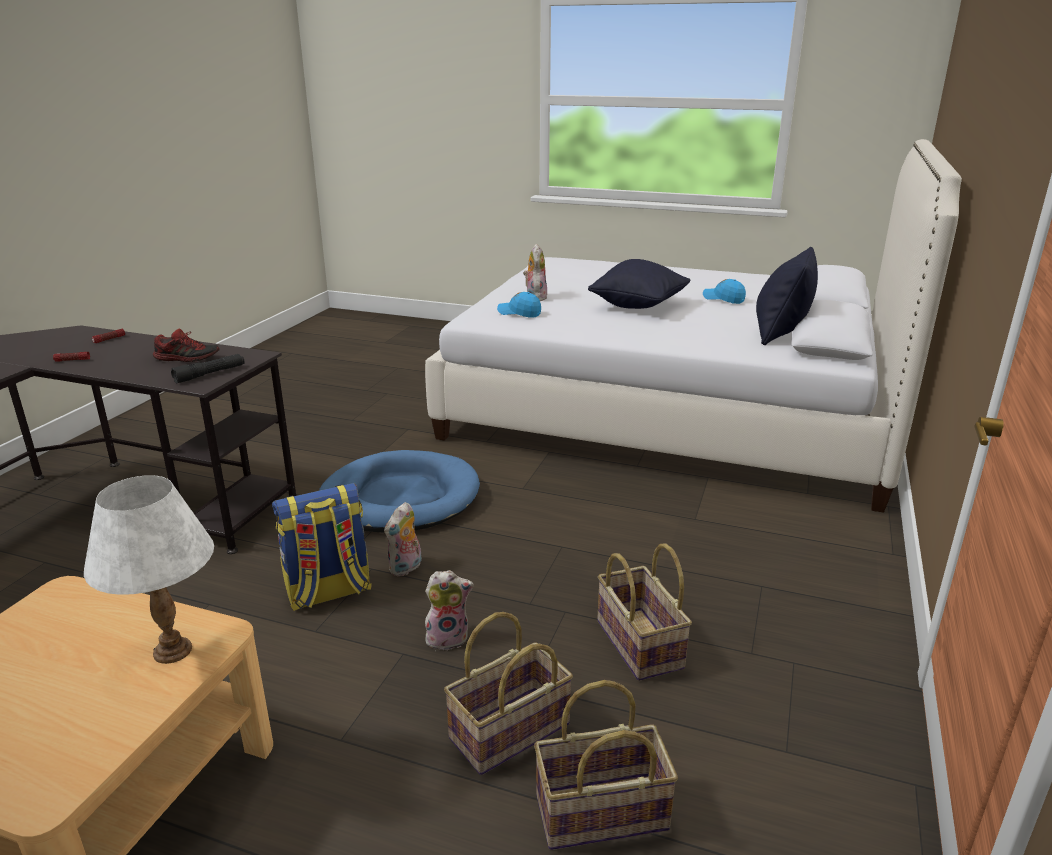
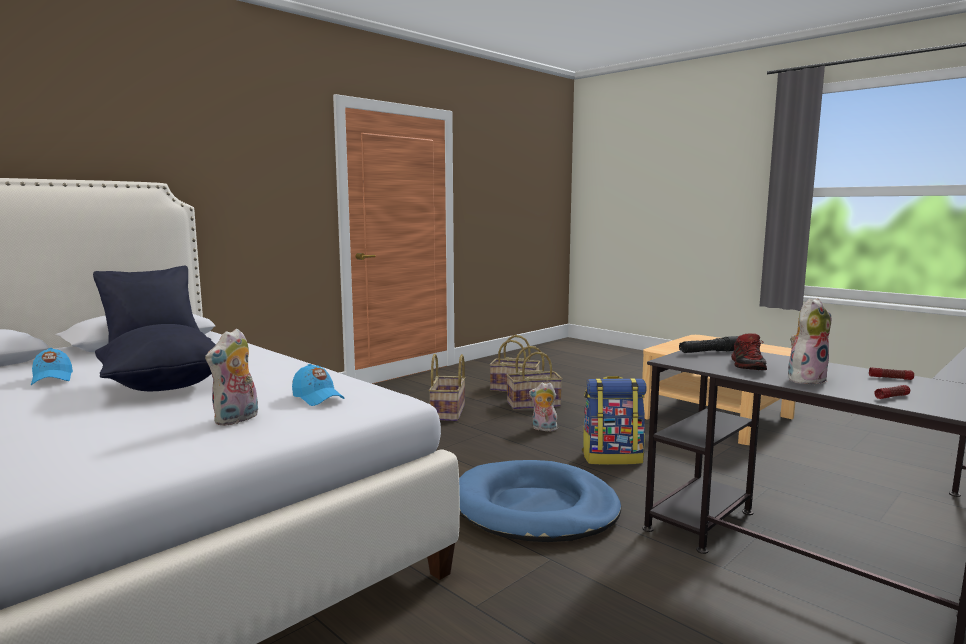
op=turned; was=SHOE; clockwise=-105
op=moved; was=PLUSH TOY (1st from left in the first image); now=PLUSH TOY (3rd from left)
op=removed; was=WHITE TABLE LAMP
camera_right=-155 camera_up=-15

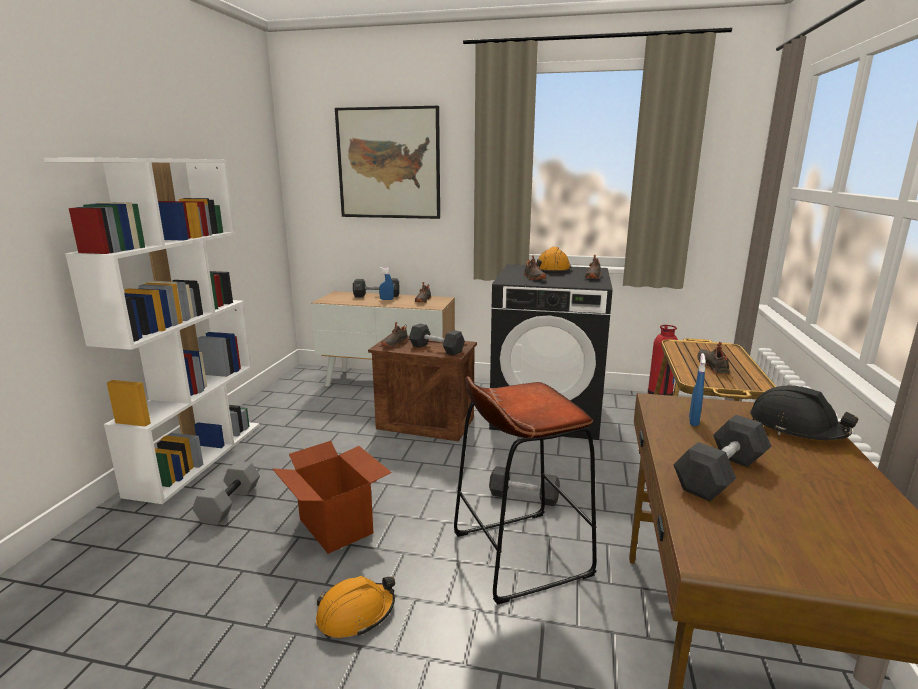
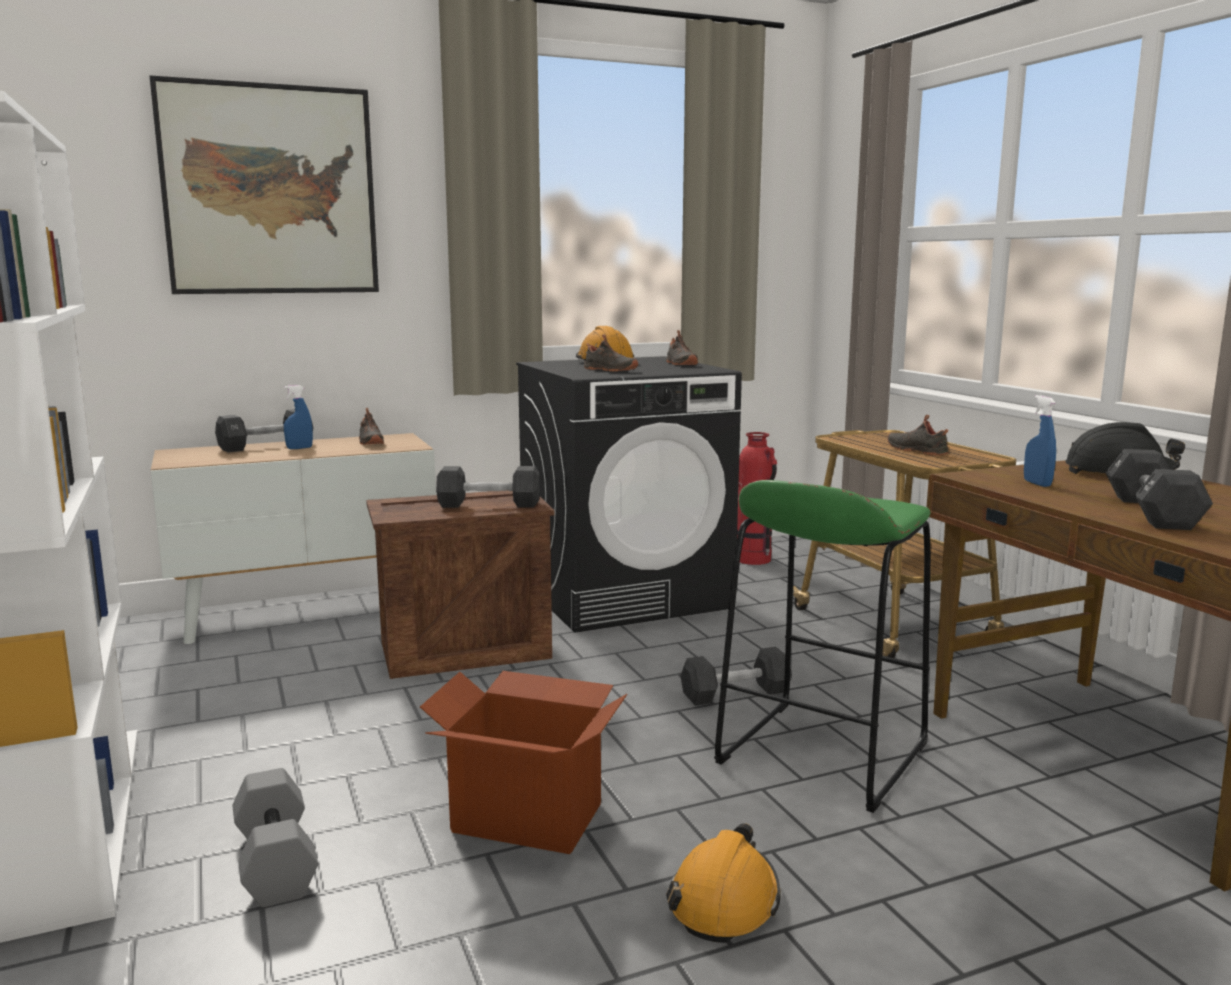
op=recoloured; was=BROWN STOOL; now=GREEN STOOL
op=removed; was=BLACK SHOE (1st from left)
camera_right=-35 camera_up=-5

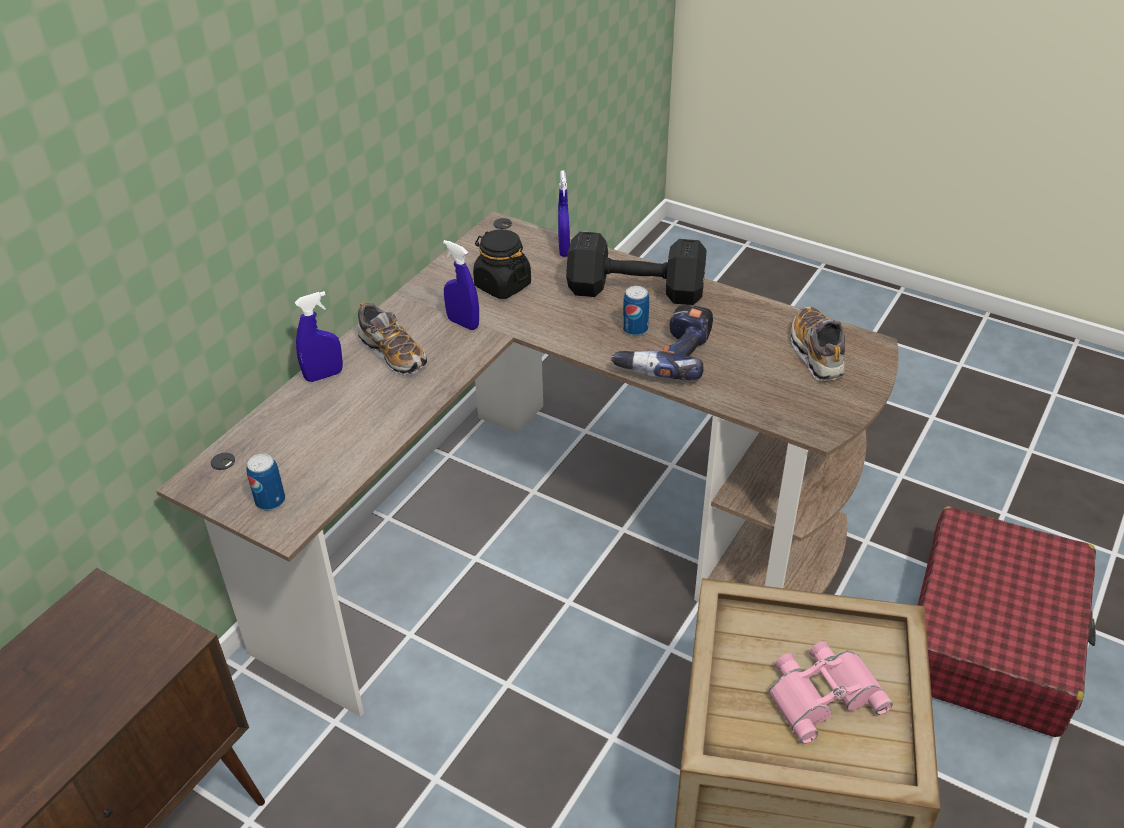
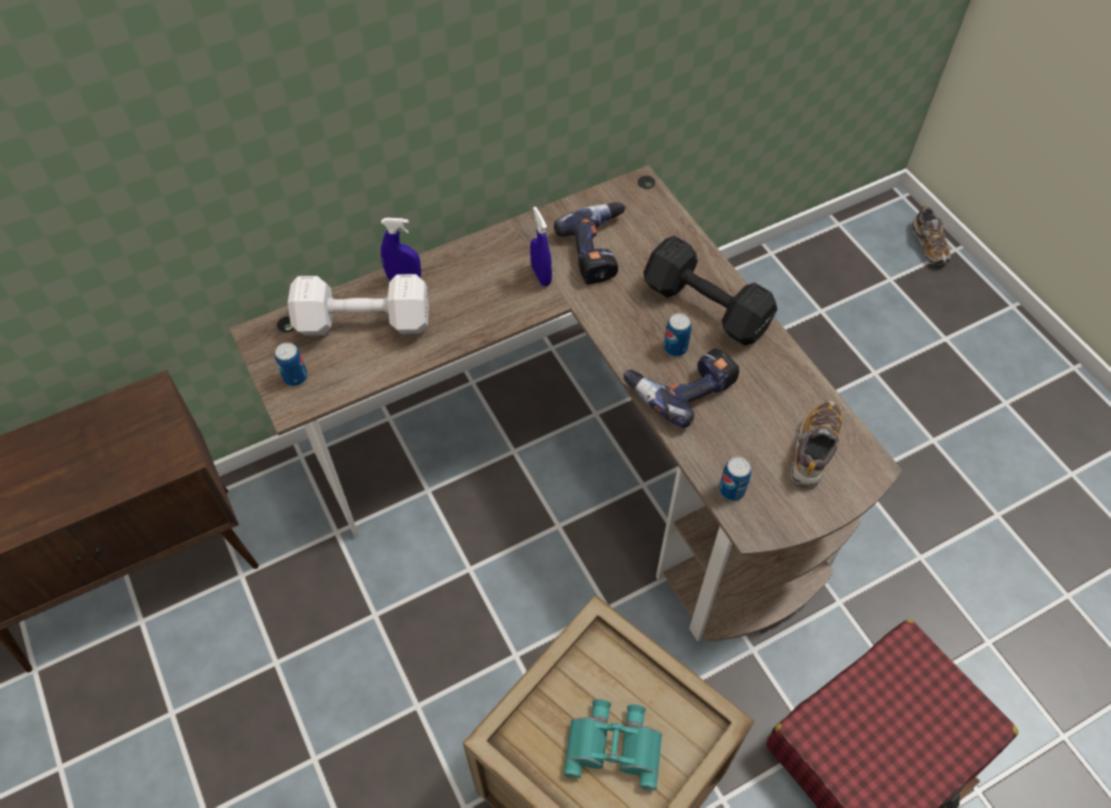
op=added; now=WHITE DUMBBELL
op=replaced; was=BLACK JAR; now=POWER DRILL (1st from left)
op=recoloured; was=PINK BINOCULARS; now=TURQUOISE BINOCULARS
op=added; now=CAN (3rd from left)
op=moved; was=SHOE (1st from left in the first image); now=SHOE (2nd from left)
op=removed; was=BLUE SPRAY BOTTLE (3rd from left)
camera_right=30 camera_up=15

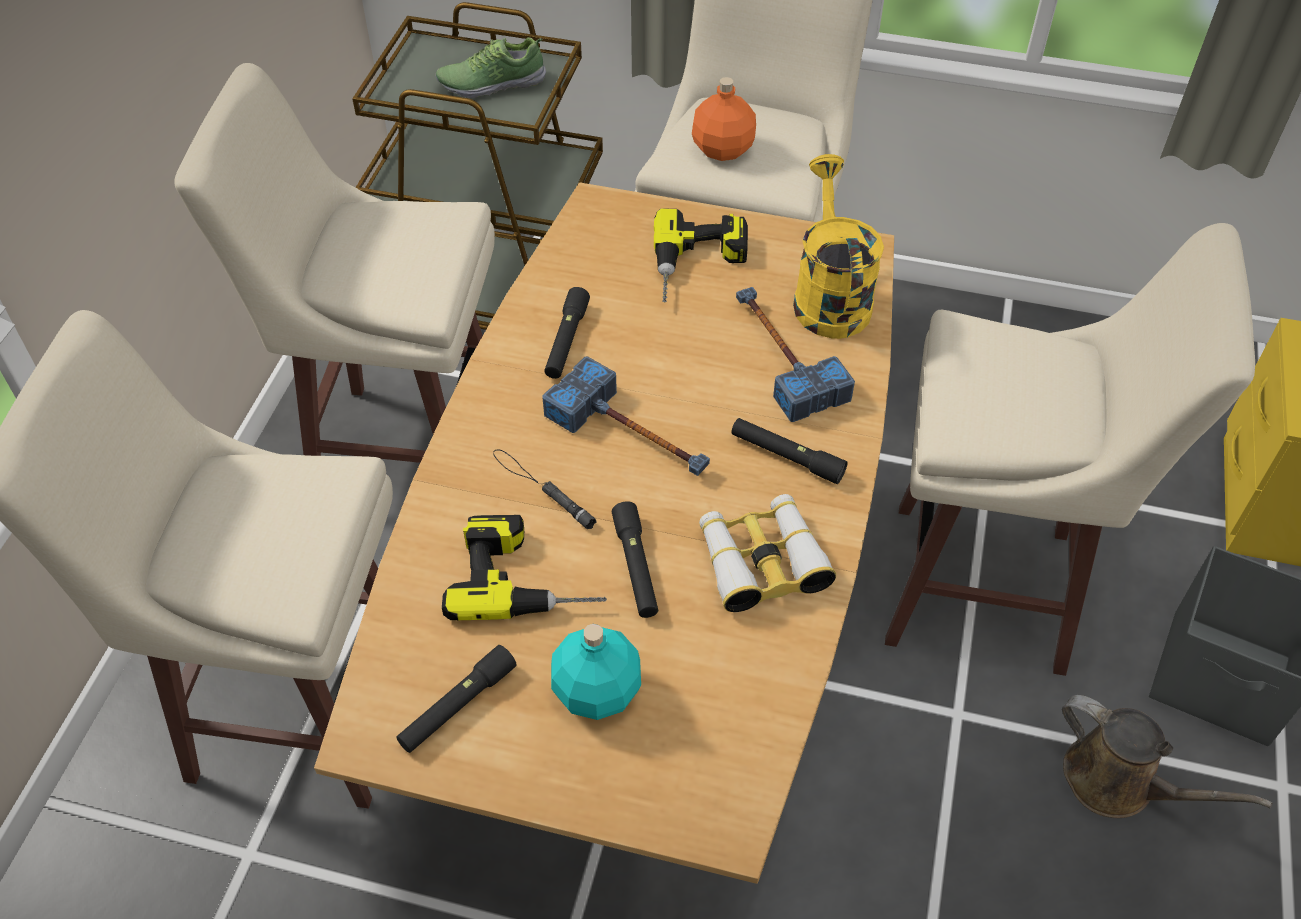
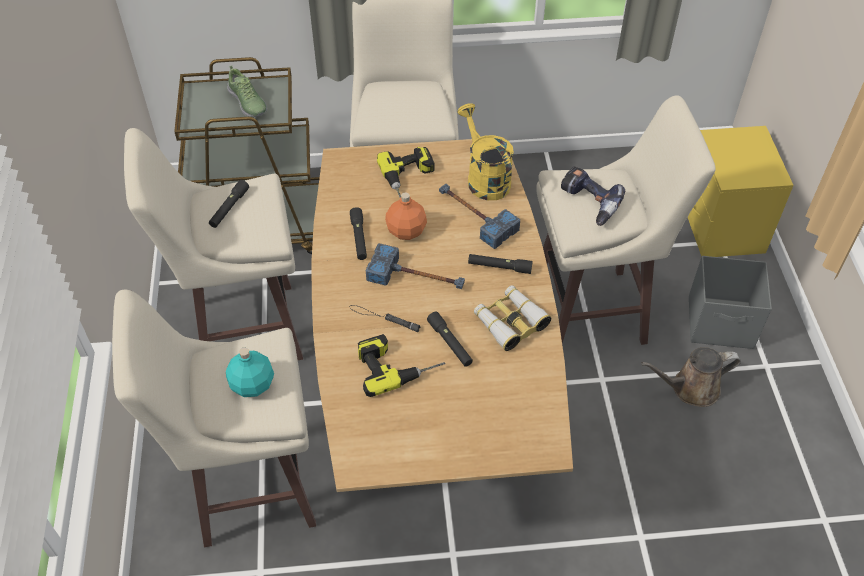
op=moved; was=BLACK FLASHLIGHT (1st from left)
op=moved; was=TURQUOISE BOTTLE
op=turned; was=SHOE; clockwise=-90
op=moved; was=ORANGE BOTTLE
op=added; now=POWER DRILL (3rd from left)
op=turned; was=BROWN WATERING CAN; clockwise=150
camera_right=-20 camera_up=0

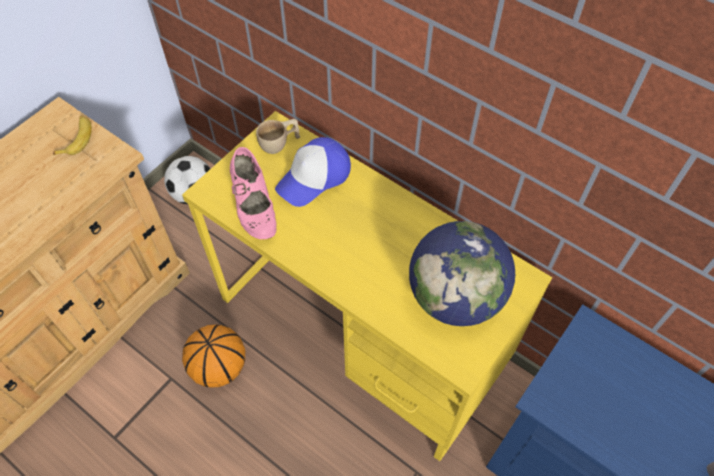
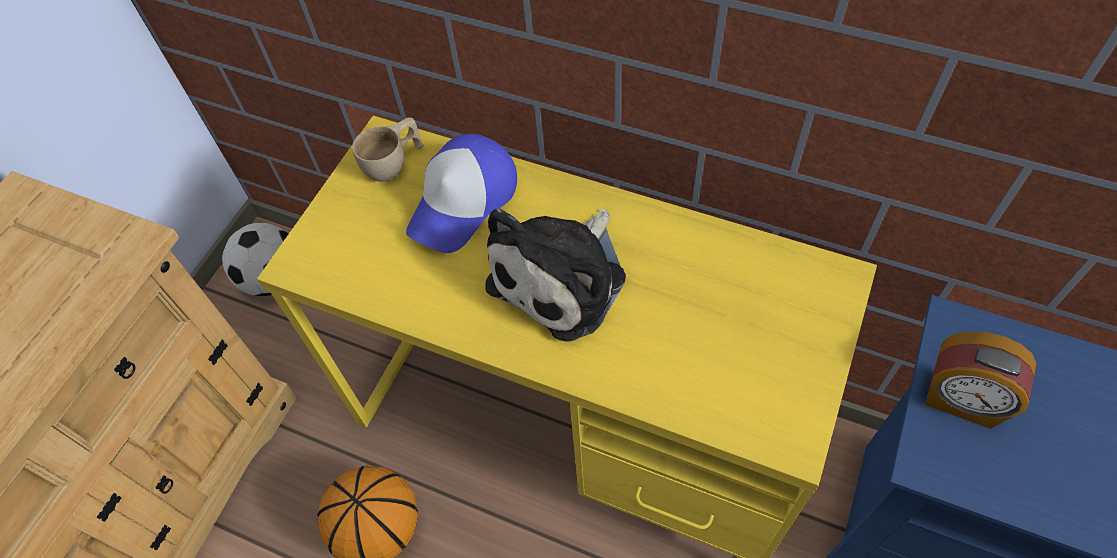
op=added; now=PLUSH TOY
op=added; now=ALARM CLOCK
op=removed; was=BANANA
op=removed; was=PINK SHOE
op=removed; was=GLOBE
camera_right=-10 camera_up=0

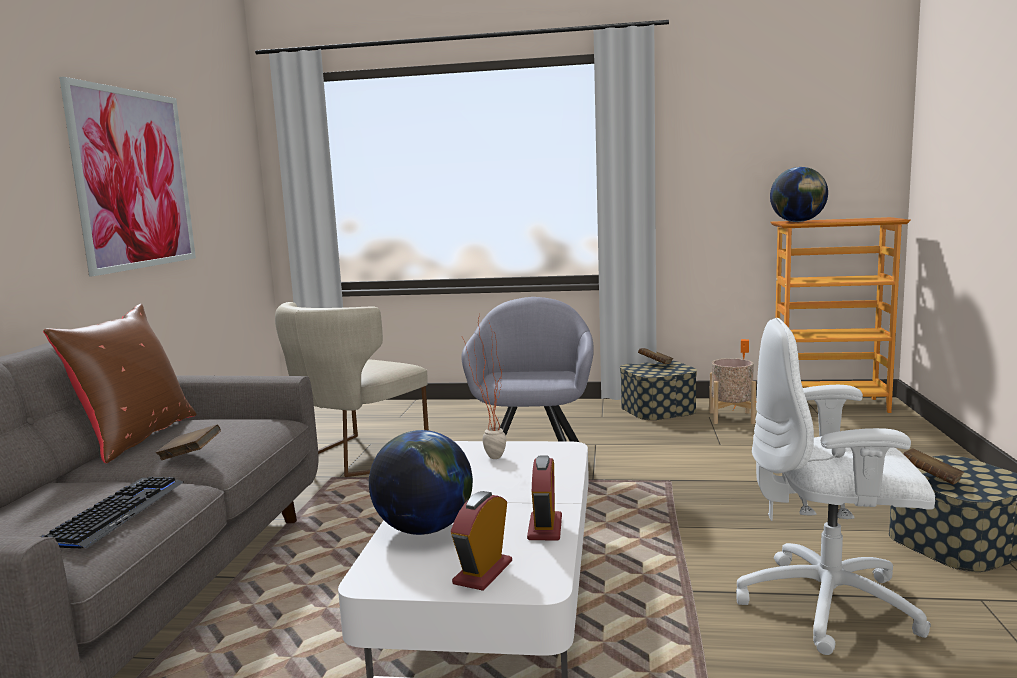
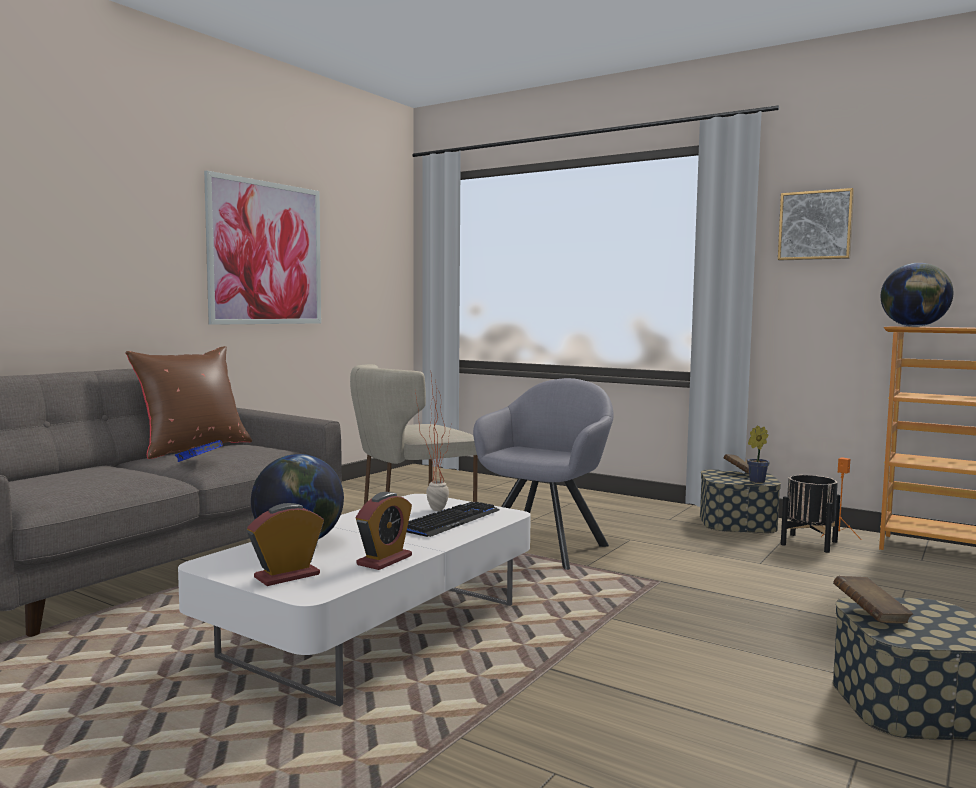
op=recoloured; was=BROWN BOOK (1st from left); now=BLUE BOOK
op=moved; was=KEYBOARD
op=added; now=POTTED PLANT (2nd from left)
op=added; now=PICTURE (2nd from left)
op=recoloured; was=BEIGE PLANTER; now=BLACK PLANTER
op=removed; was=WHITE OFFICE CHAIR
camera_right=25 camera_up=-5

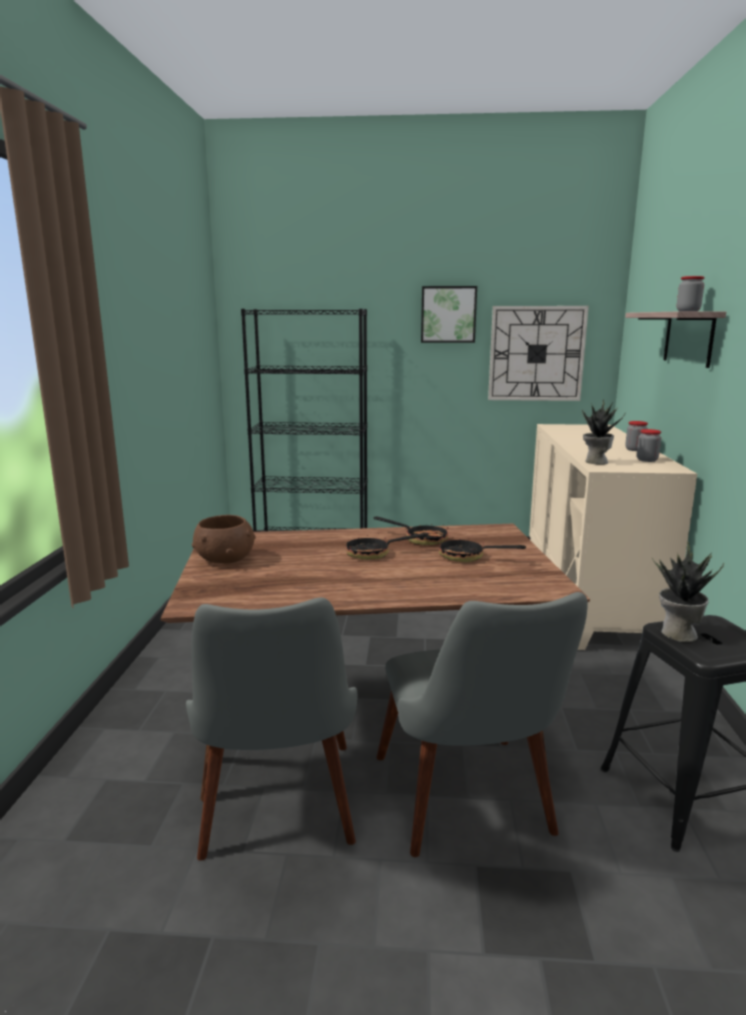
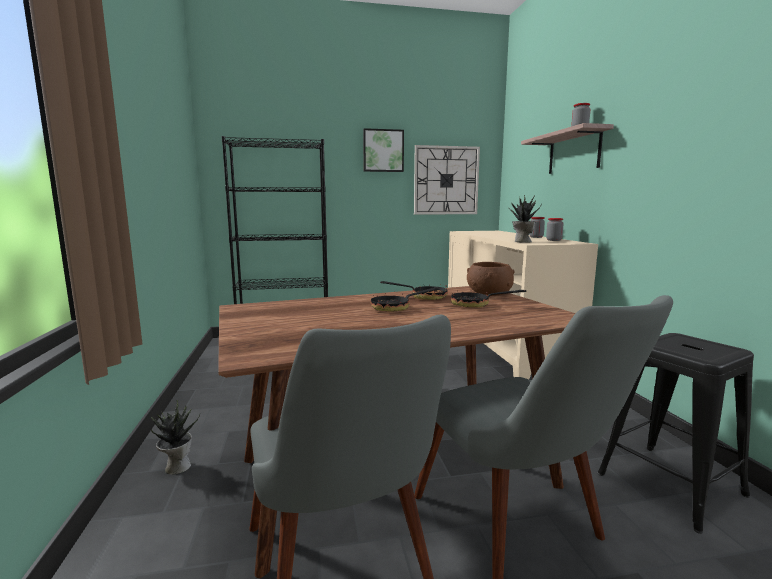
op=moved; was=POTTED PLANT (2nd from left in the first image); now=POTTED PLANT (1st from left)
op=moved; was=BROWN BOWL
camera_right=-15 camera_up=-5

